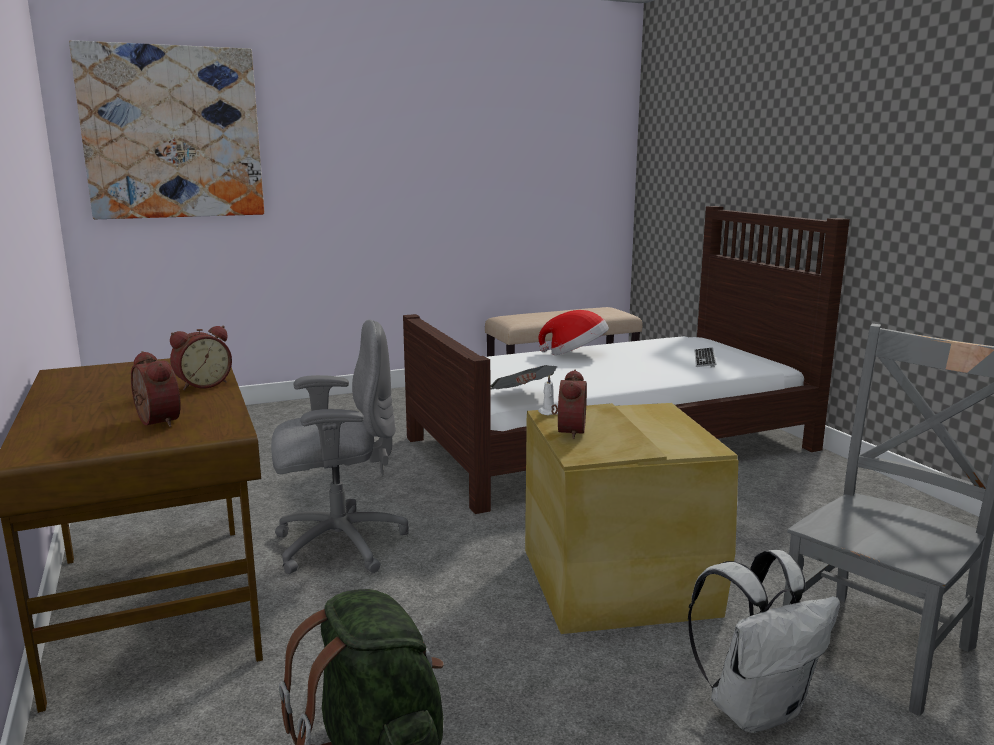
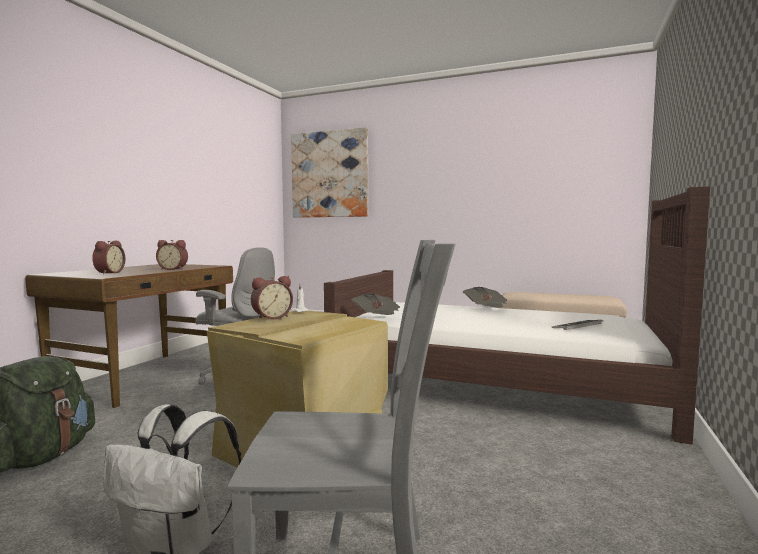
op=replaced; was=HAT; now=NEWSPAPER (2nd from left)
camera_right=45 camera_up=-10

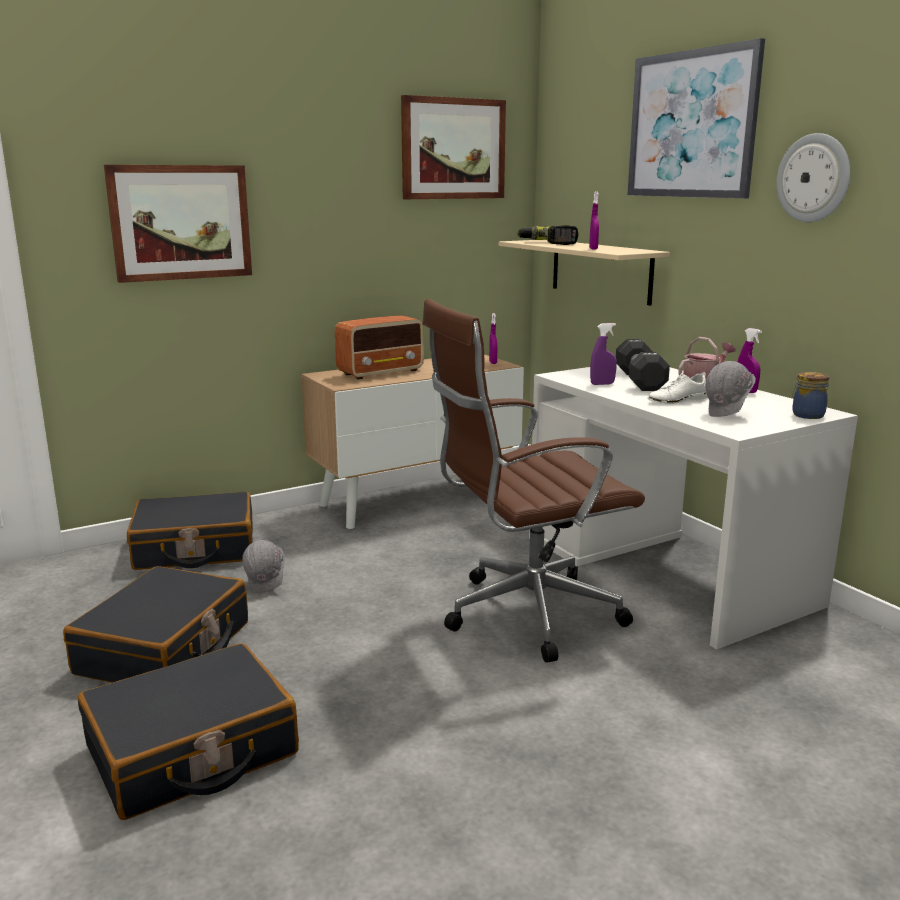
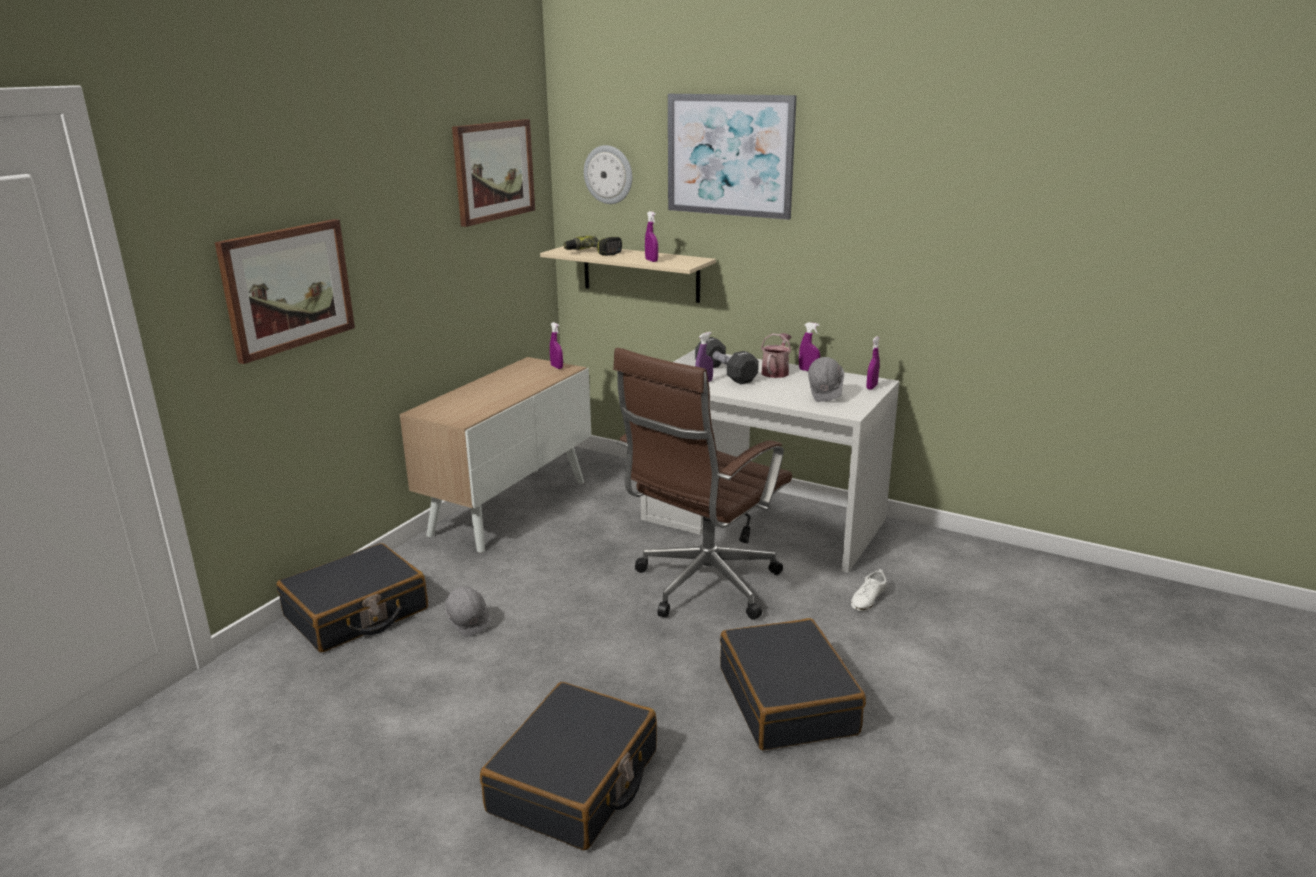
op=moved; was=WALL CLOCK
op=moved; was=BLACK SUITCASE (1st from left in the first image); now=BLACK SUITCASE (3rd from left)
op=moved; was=WHITE SHOE
op=replaced; was=JAR; now=PURPLE SPRAY BOTTLE (5th from left)
op=removed; was=RADIO
camera_right=-30 camera_up=5

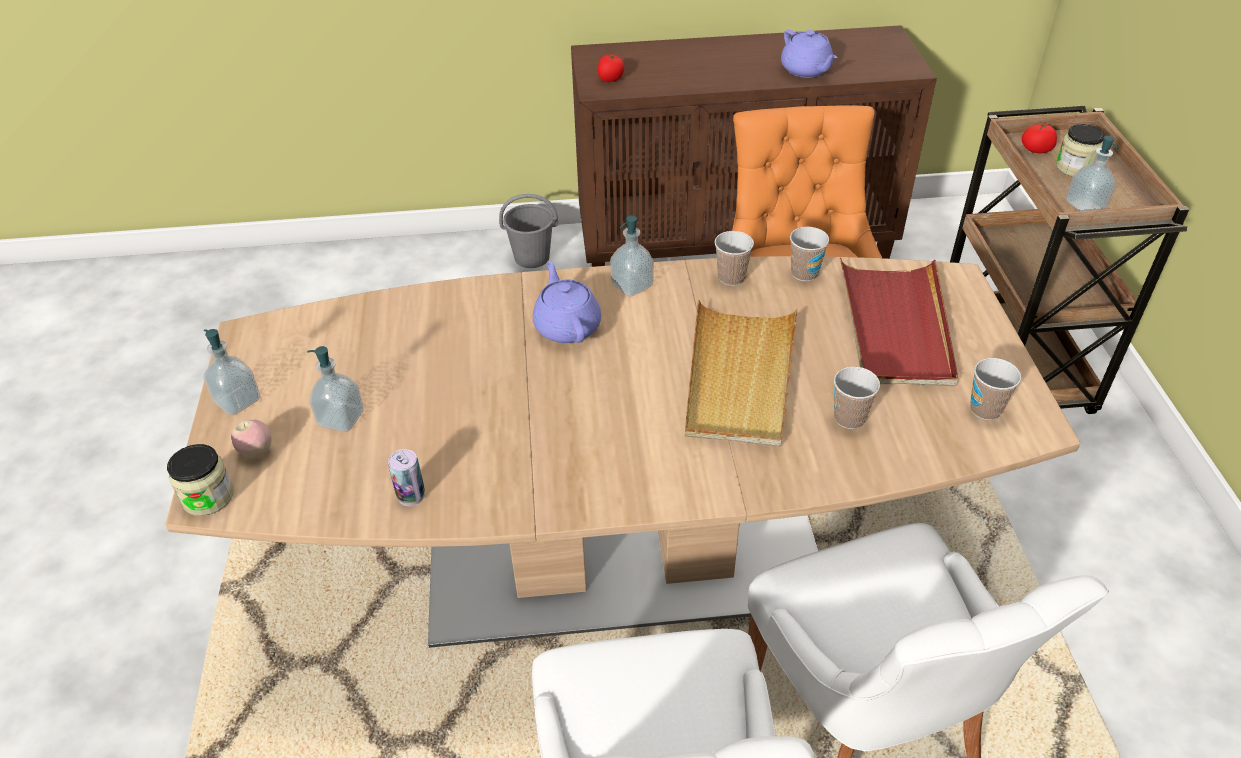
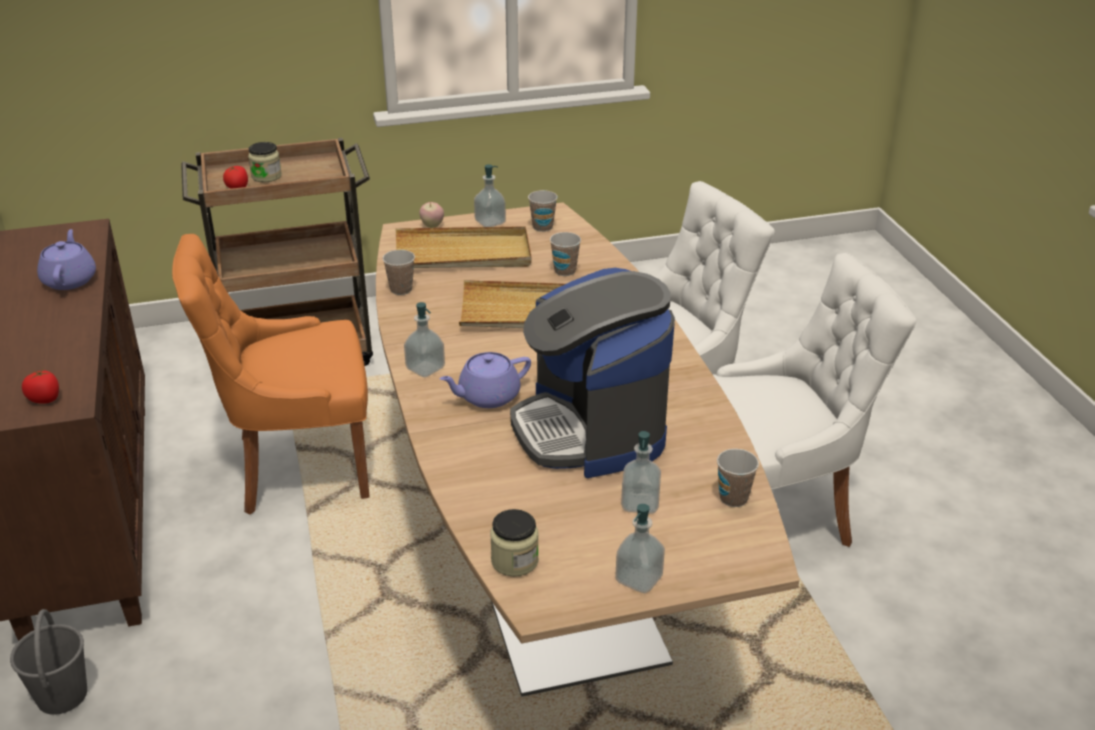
op=turned; was=PURPLE TEAPOT (2nd from left in the first image); clockwise=-60
op=recoloured; was=RED TRAY; now=BEIGE TRAY (1st from left)
op=moved; was=APPLE
op=moved; was=SOAP DISPENSER (4th from left in the first image); now=SOAP DISPENSER (2nd from left)
op=moved; was=JAR (1st from left in the first image); now=JAR (2nd from left)
op=added; now=COFFEE MACHINE
op=moved; was=CUP (1st from left in the first image); now=CUP (4th from left)
op=removed; was=CAN
camera_right=-100 camera_up=-10

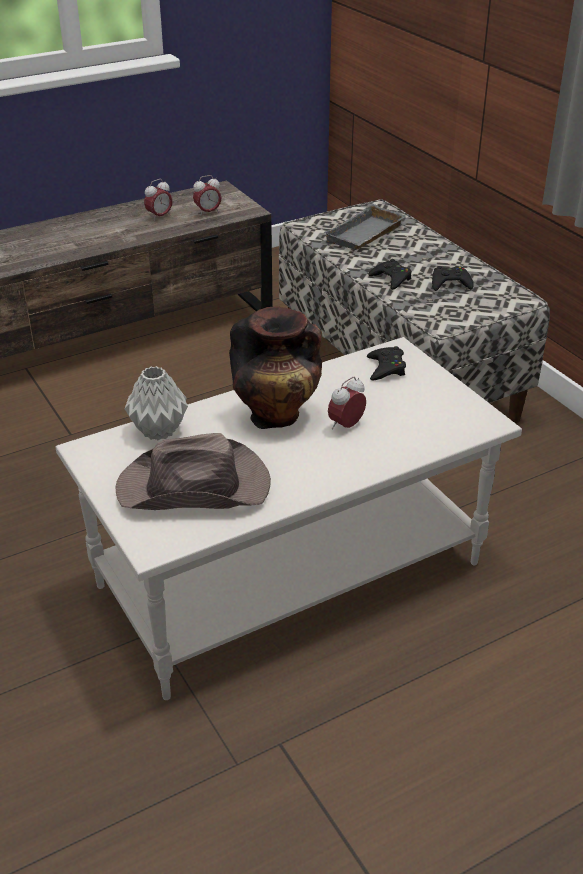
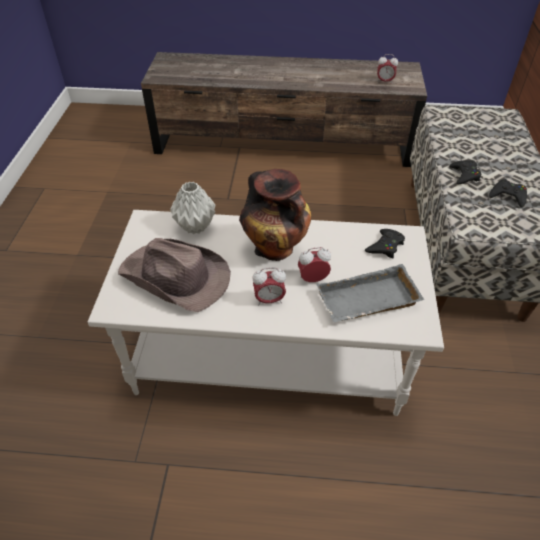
op=moved; was=ALARM CLOCK (1st from left)
op=moved; was=GREY TRAY
camera_right=35 camera_up=10

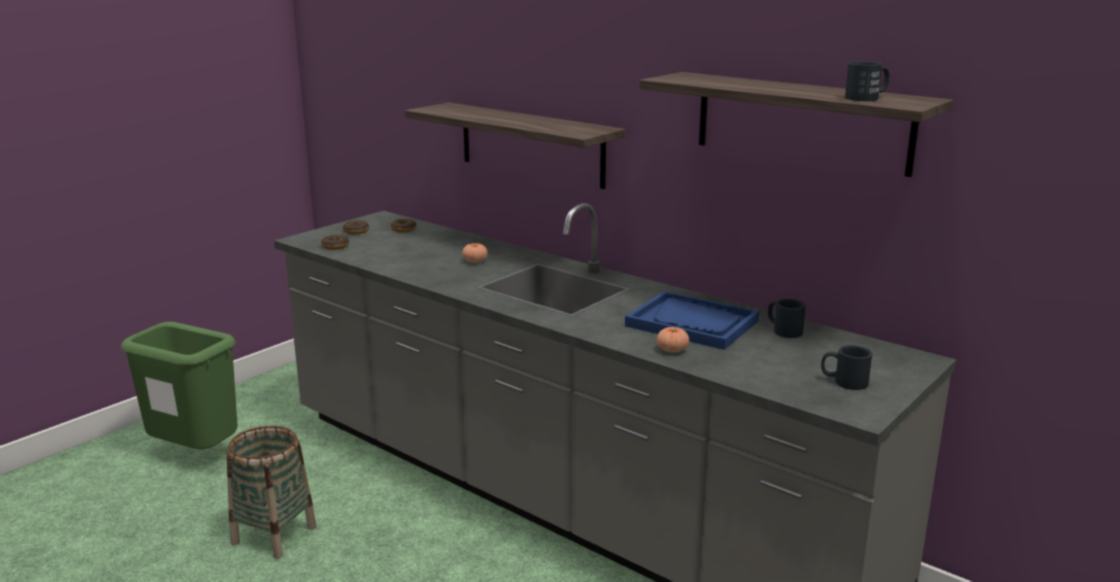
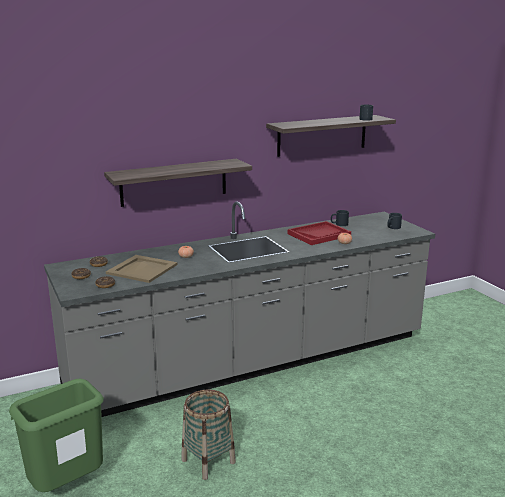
op=added; now=BEIGE TRAY
op=recoloured; was=BLUE TRAY; now=RED TRAY
camera_right=-65 camera_up=0

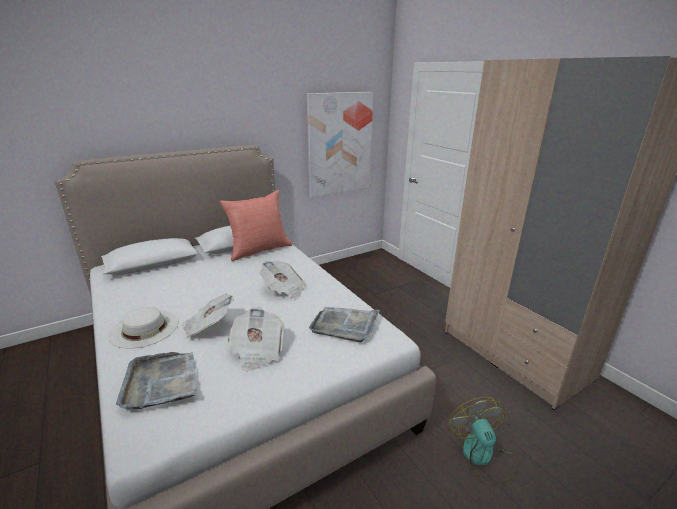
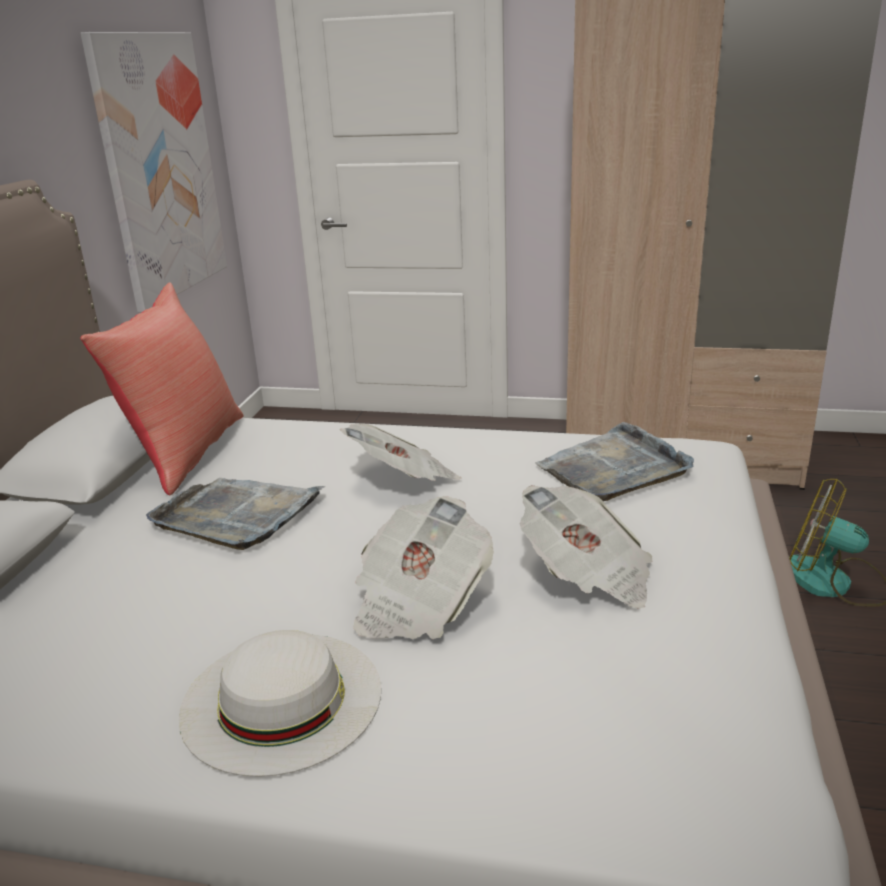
op=moved; was=GREY TRAY (1st from left)
camera_right=-45 camera_up=0

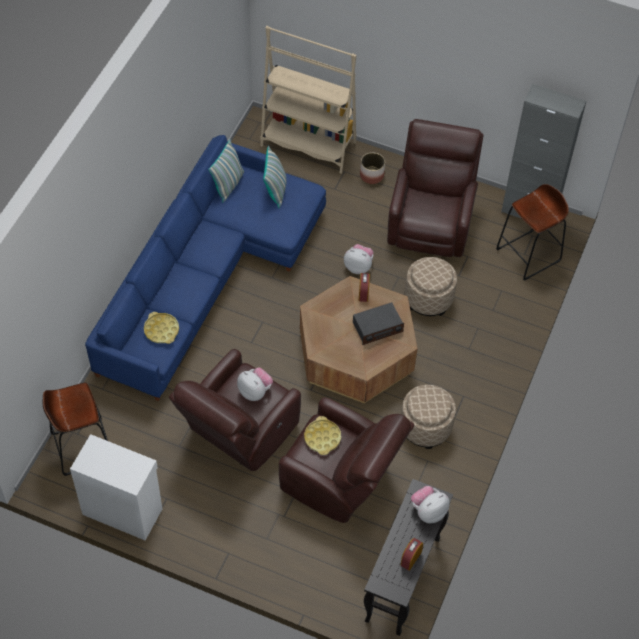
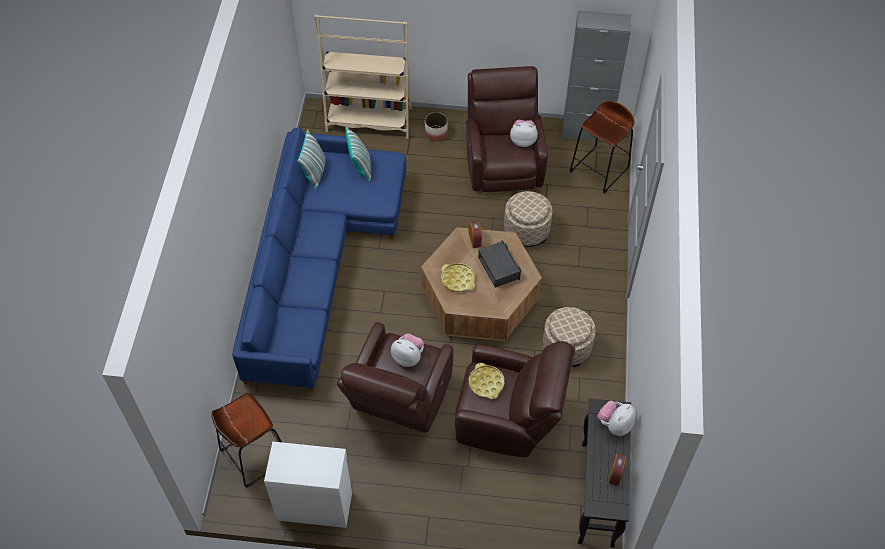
op=moved; was=YELLOW TRAY (1st from left)
op=turned; was=RADIO; clockwise=-75
op=moved; was=PLUSH TOY (2nd from left)
camera_right=-15 camera_up=0

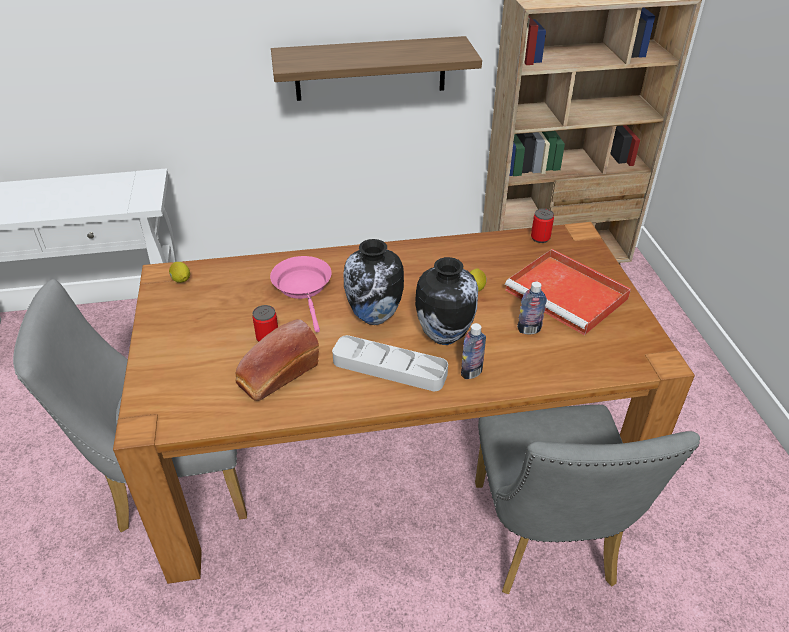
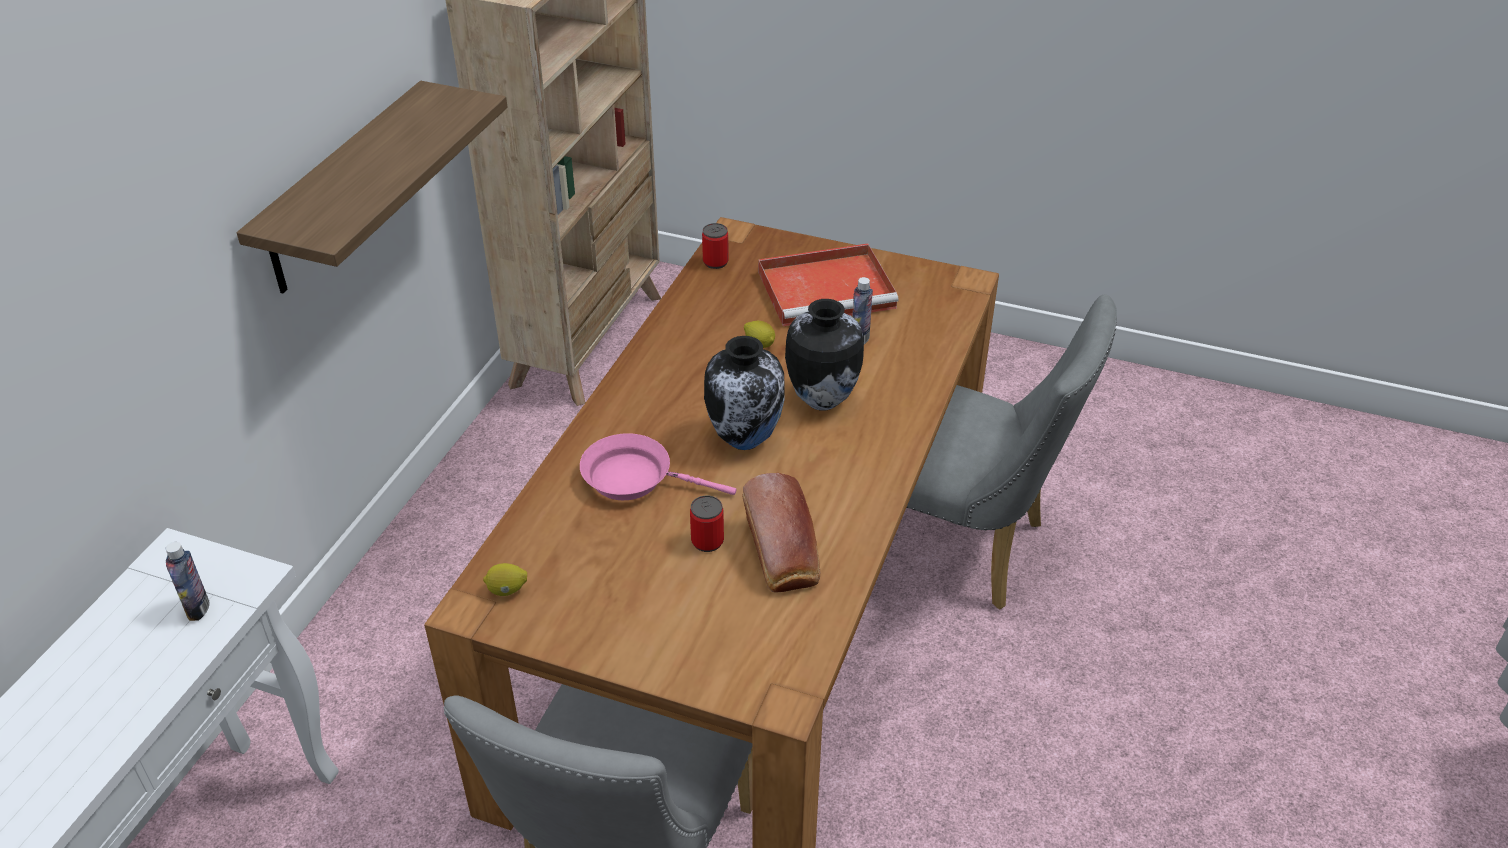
op=moved; was=BOTTLE (1st from left)
op=removed; was=GREY TRAY
camera_right=-60 camera_up=0

